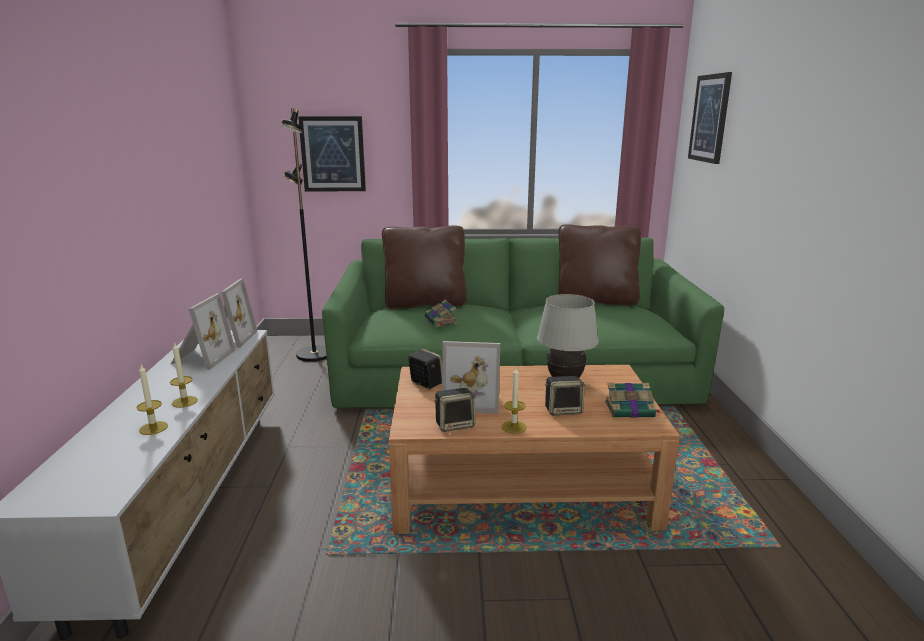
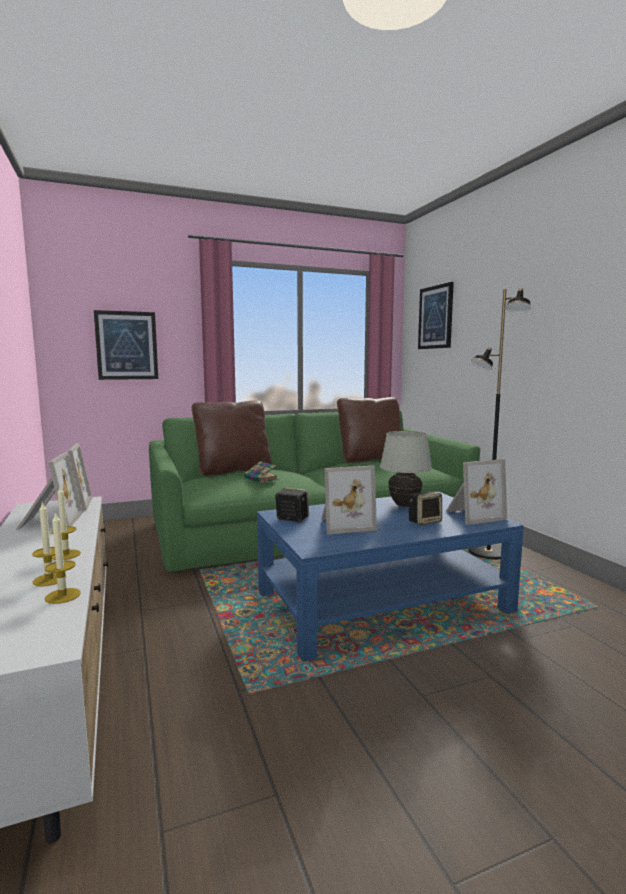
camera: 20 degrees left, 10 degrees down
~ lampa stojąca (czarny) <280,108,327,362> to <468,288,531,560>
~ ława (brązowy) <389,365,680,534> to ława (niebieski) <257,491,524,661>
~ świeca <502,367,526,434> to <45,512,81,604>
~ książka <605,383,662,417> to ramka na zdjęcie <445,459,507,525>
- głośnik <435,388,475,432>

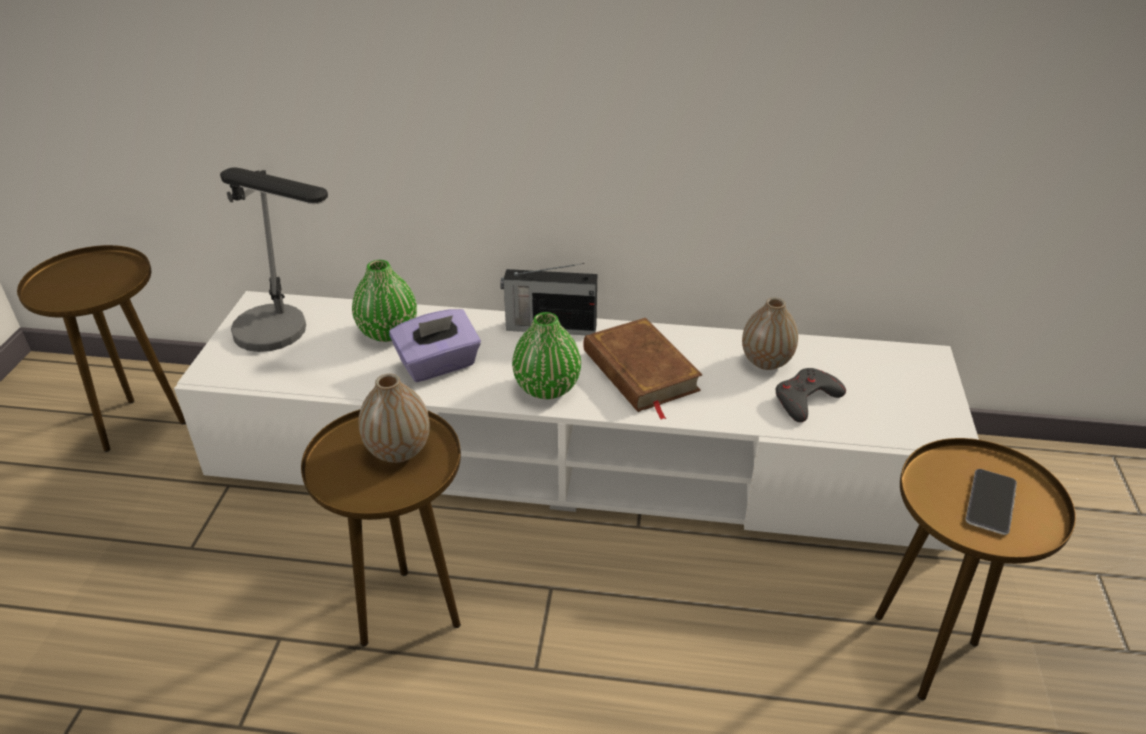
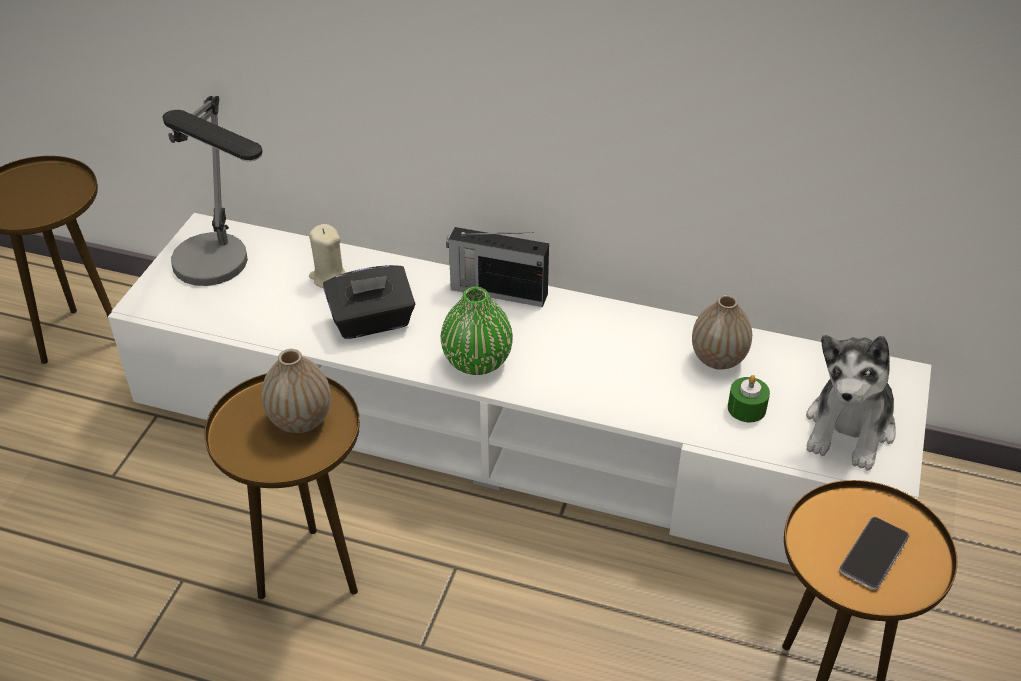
camera: 10 degrees right, 5 degrees up
~ wazon (zielony) <352,260,417,342> to świeca (beżowy) <309,224,346,288>
~ pudełko chusteczek (fioletowy) <389,309,481,382> to pudełko chusteczek (czarny) <323,265,415,339>
- książka (brązowy) <583,318,702,420>
~ pad do gier (szary) <775,368,846,422> to świeca (zielony) <728,375,770,422>
+ pluszak <806,335,896,471>

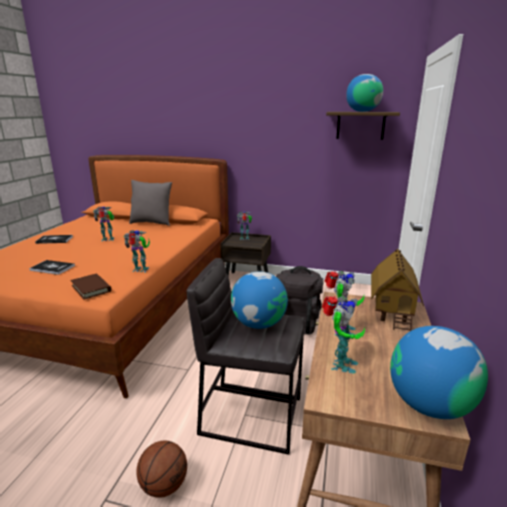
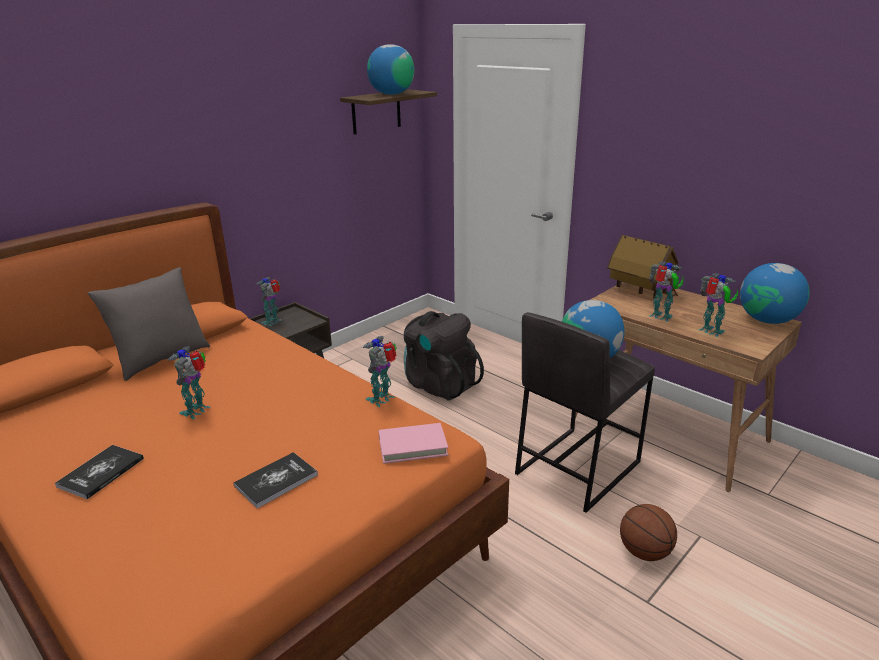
camera: 60 degrees left, 5 degrees up
~ książka (brązowy) <70,274,112,300> to książka (różowy) <379,423,448,464>

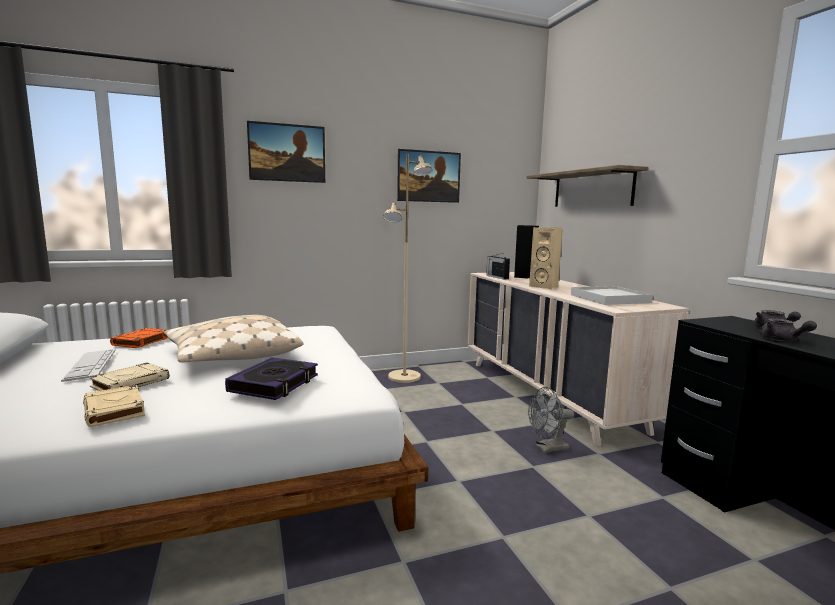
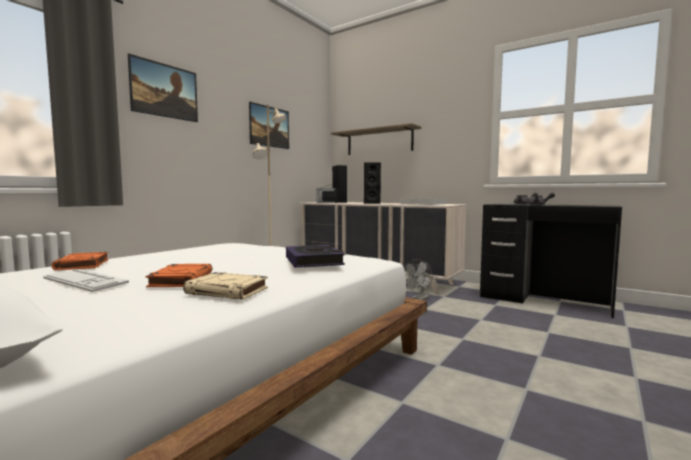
camera: 35 degrees left, 5 degrees down
~ głośnik (beżowy) <529,227,563,289> to głośnik (czarny) <364,162,381,204>
- poduszka (beżowy) <163,315,303,363>
~ książka (beżowy) <89,362,169,391> to książka (pomarańczowy) <146,264,212,287>

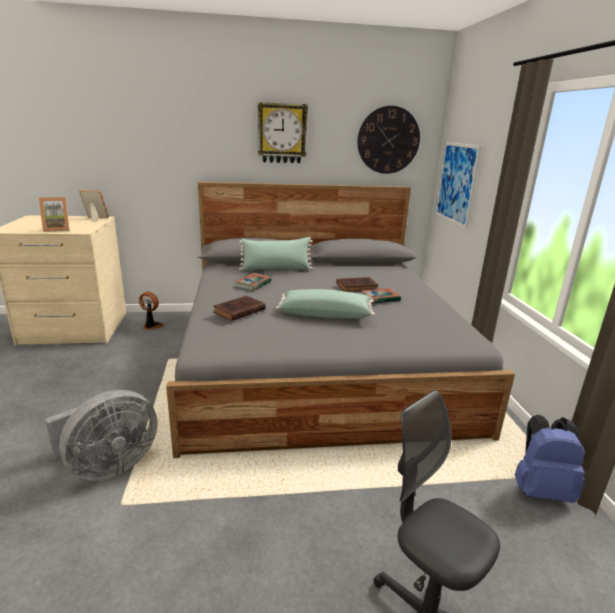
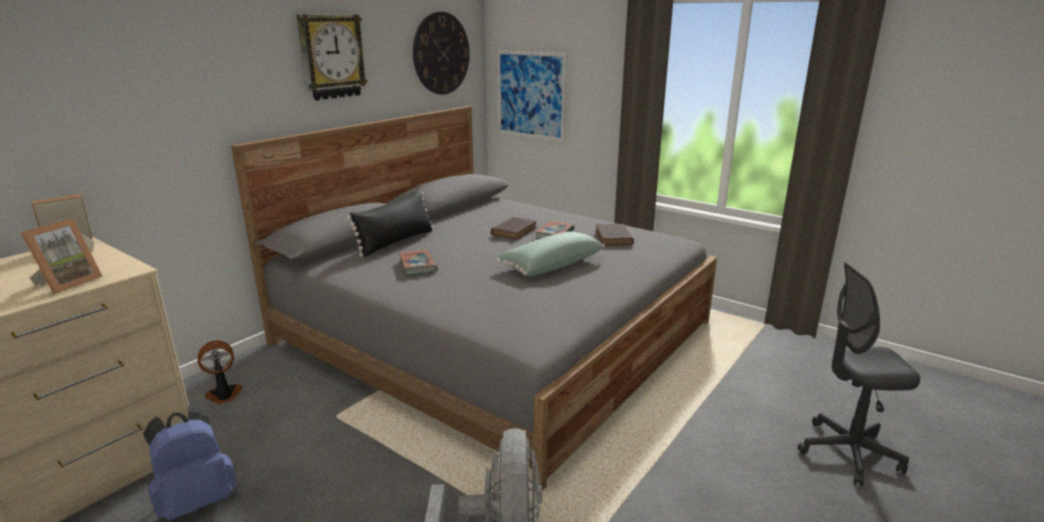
camera: 45 degrees left, 0 degrees up
~ poduszka (zielony) <239,237,313,271> to poduszka (czarny) <347,189,433,257>
~ książka (brązowy) <213,296,265,321> to <595,224,634,246>
~ plecak (niebieski) <515,415,585,503> to <143,405,237,521>

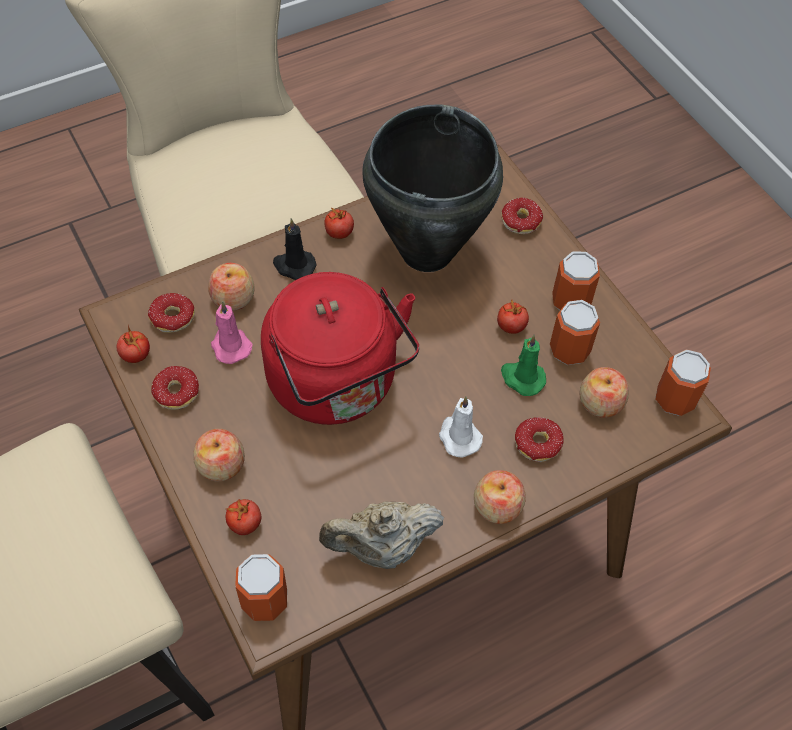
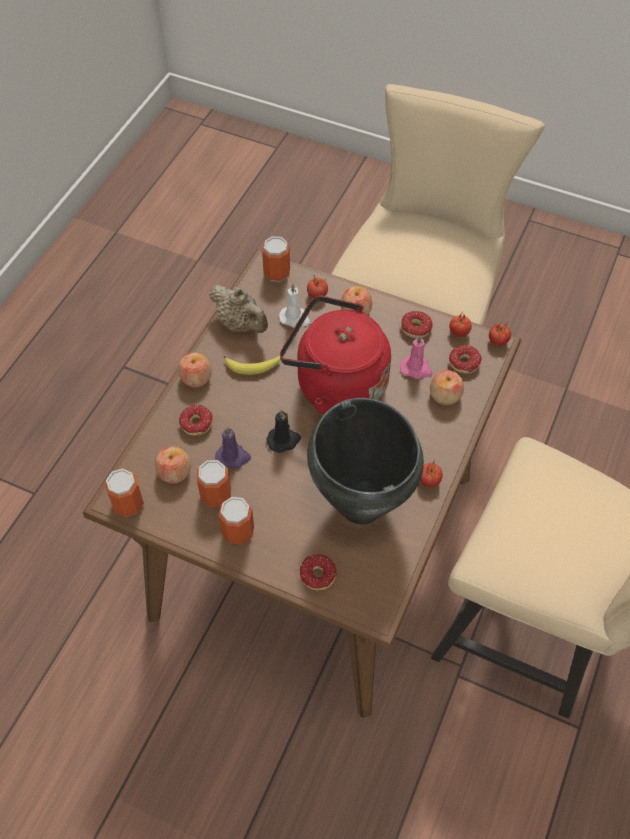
camera: 145 degrees right, 0 degrees up
~ świeca (czarny) <273,218,317,280> to <267,409,301,453>
~ pomidor <497,300,529,334> to <489,322,511,346>
~ świeca (zielony) <501,335,546,396> to świeca (fioletowy) <215,426,251,469>
~ świeca (biały) <439,396,483,458> to <279,284,310,328>
~ imbryk (beżowy) <319,502,444,569> = <209,285,268,333> 90 degrees clockwise
+ banan <224,355,280,375>

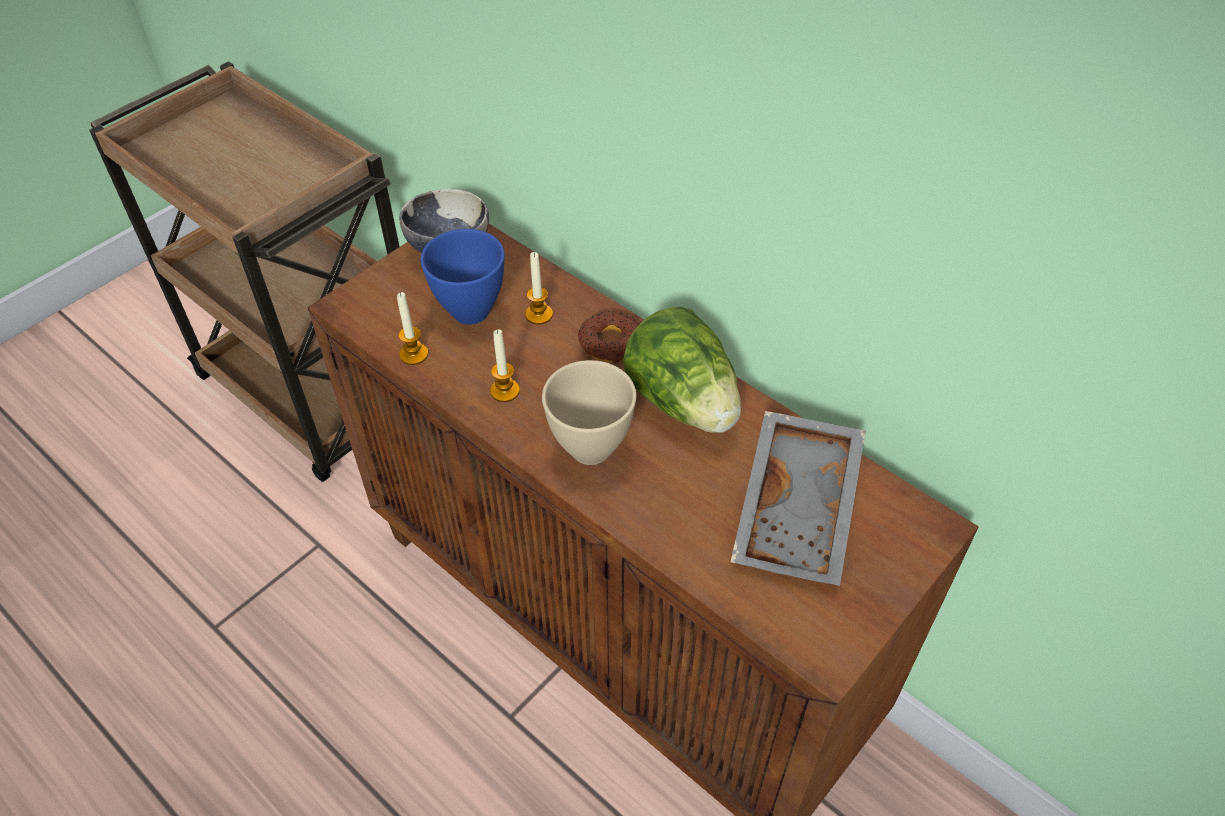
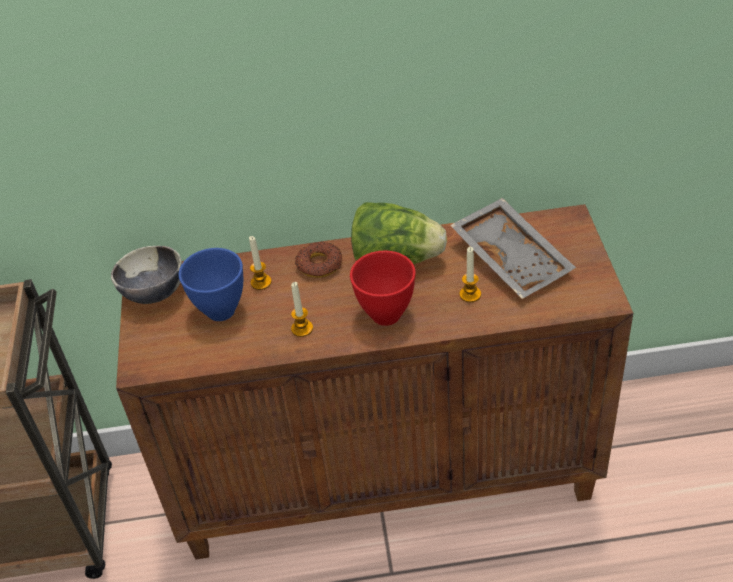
camera: 45 degrees left, 5 degrees down
~ świeca <397,292,428,365> to <459,247,481,302>
~ miska (beżowy) <542,360,636,465> to miska (czerwony) <350,251,416,326>

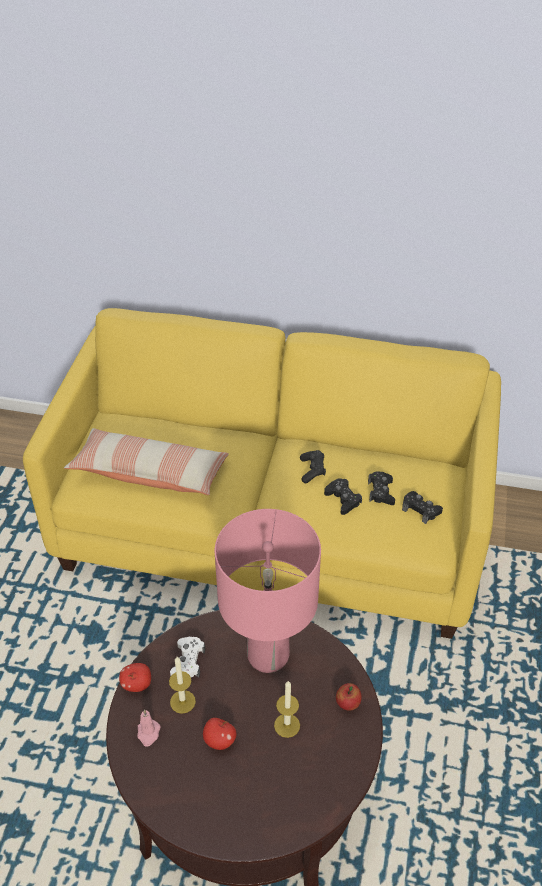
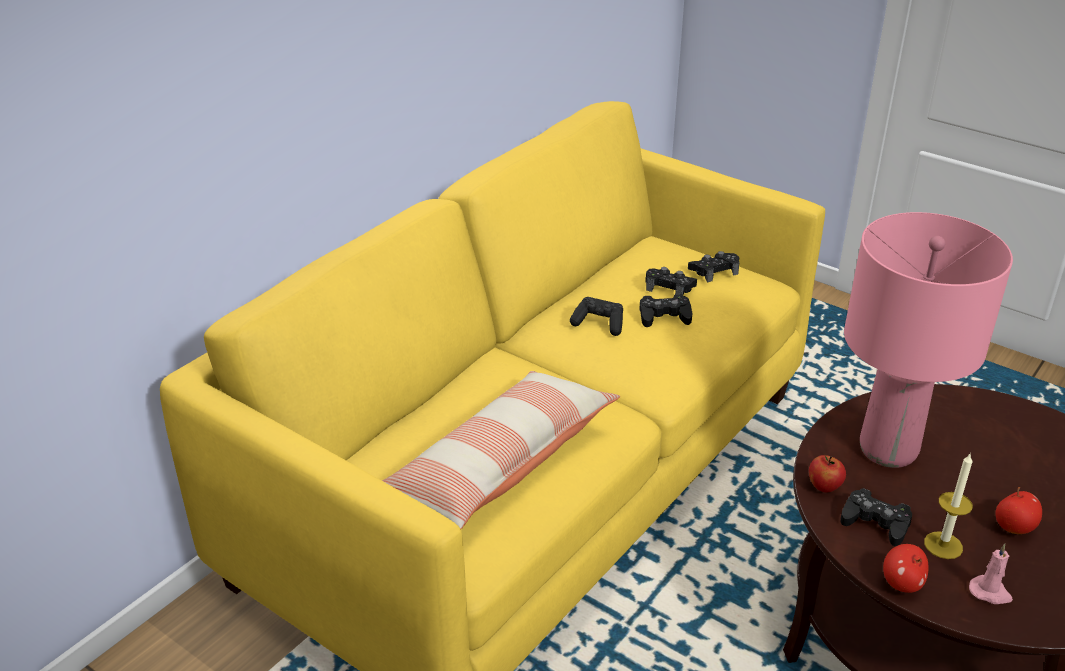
camera: 65 degrees left, 10 degrees down
~ pad do gier (biały) <170,637,205,678> to pad do gier (czarny) <840,488,912,546>
- świeca <274,681,300,738>
~ jabłko <336,683,362,711> to <809,455,846,493>

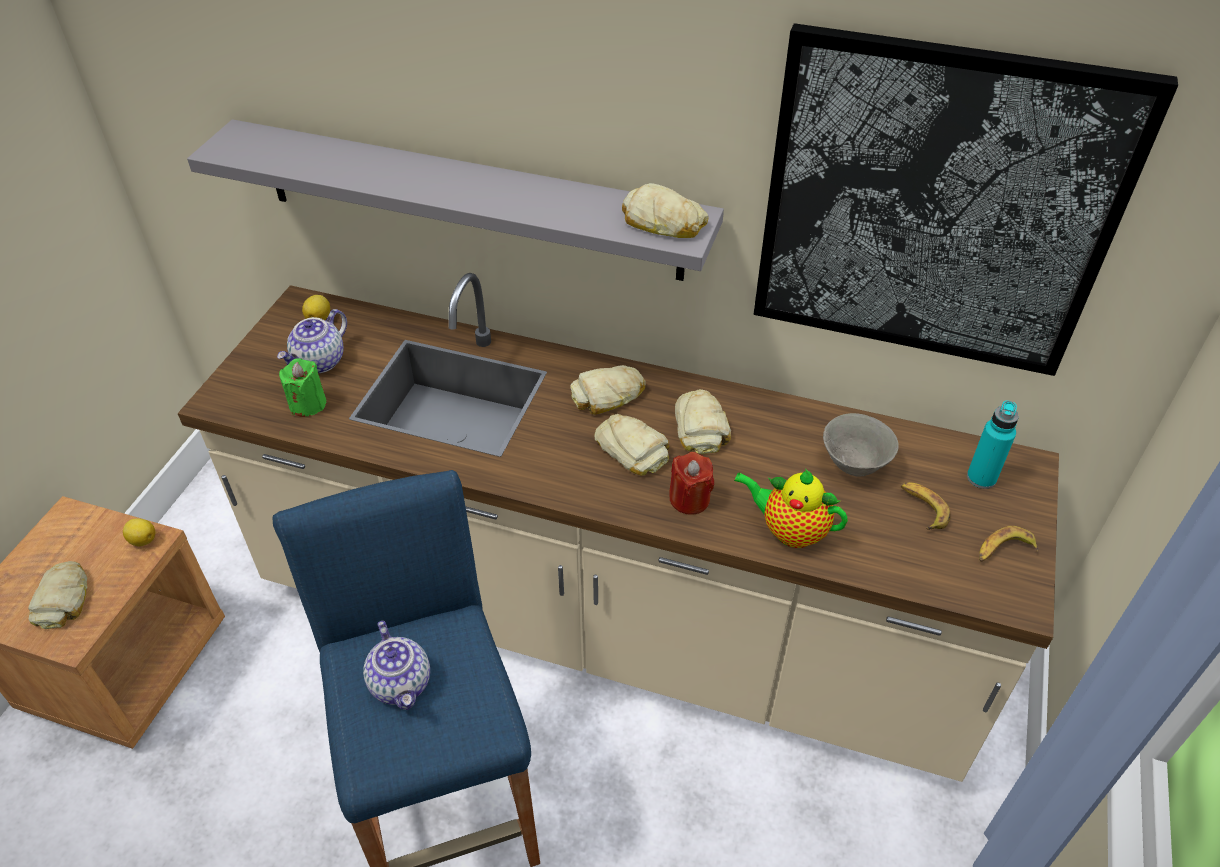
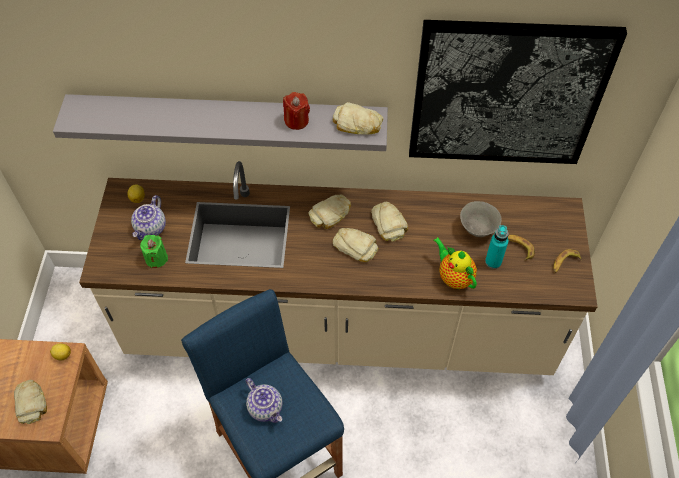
camera: 15 degrees left, 10 degrees up
~ butelka (turkusowy) <967,400,1019,489> to <485,225,509,269>
~ świeca (czerwony) <669,452,714,515> to <283,92,310,130>
~ imbryk <734,469,848,548> = <434,237,477,289> 45 degrees clockwise

